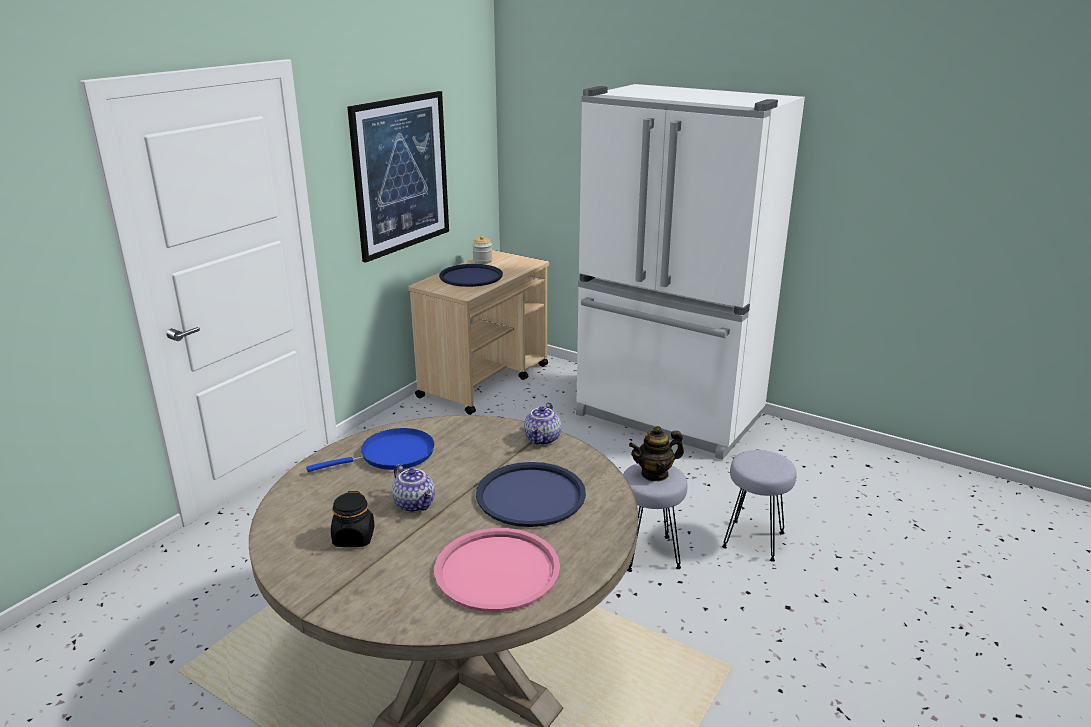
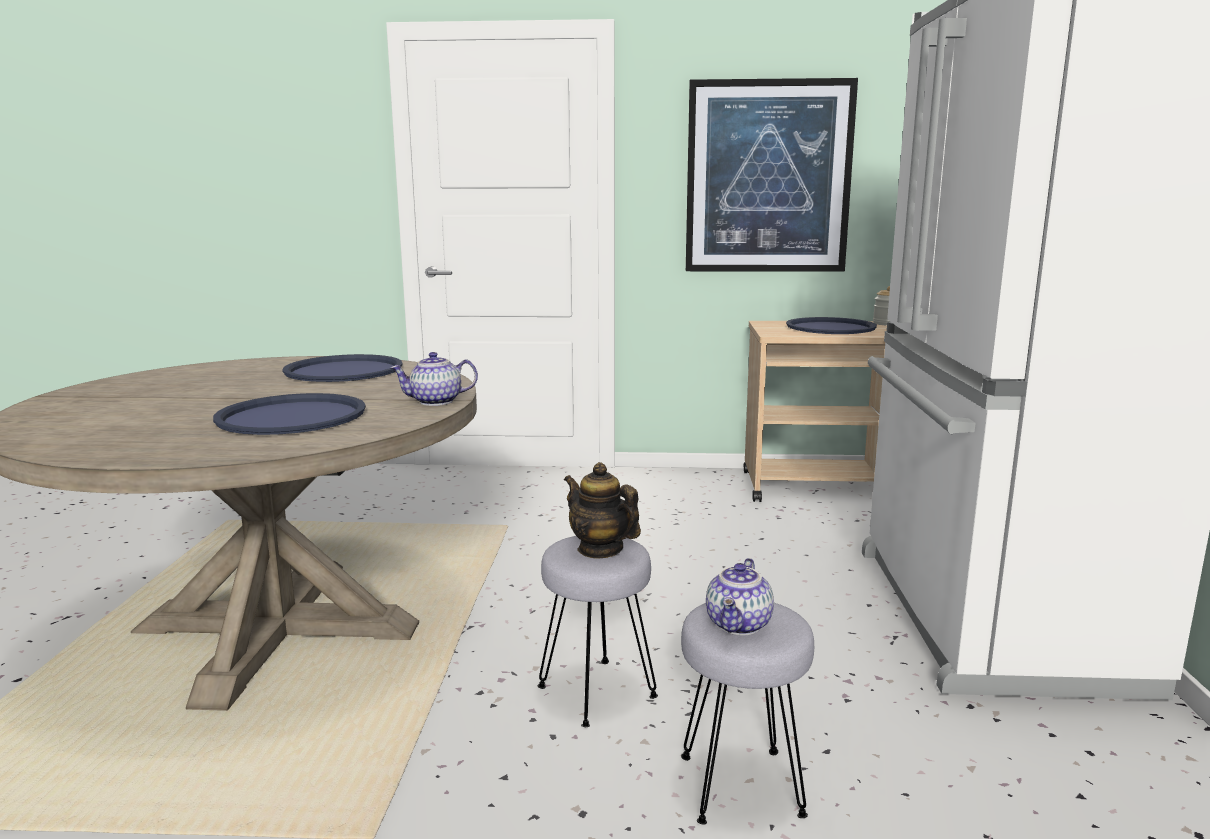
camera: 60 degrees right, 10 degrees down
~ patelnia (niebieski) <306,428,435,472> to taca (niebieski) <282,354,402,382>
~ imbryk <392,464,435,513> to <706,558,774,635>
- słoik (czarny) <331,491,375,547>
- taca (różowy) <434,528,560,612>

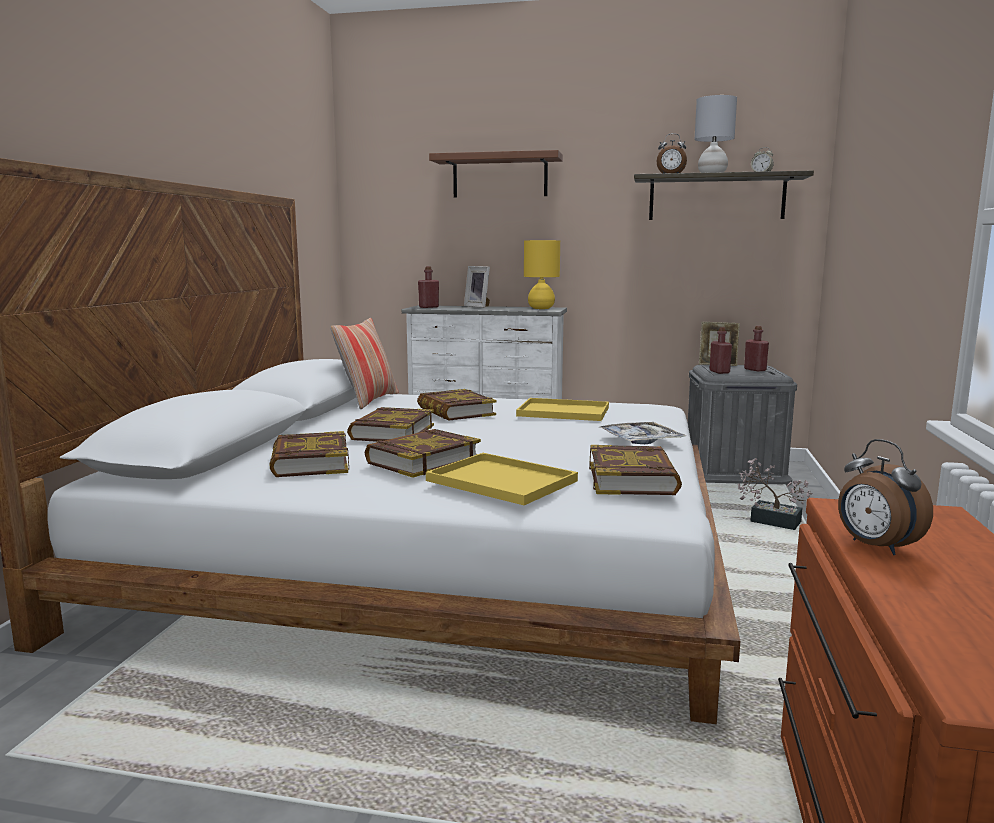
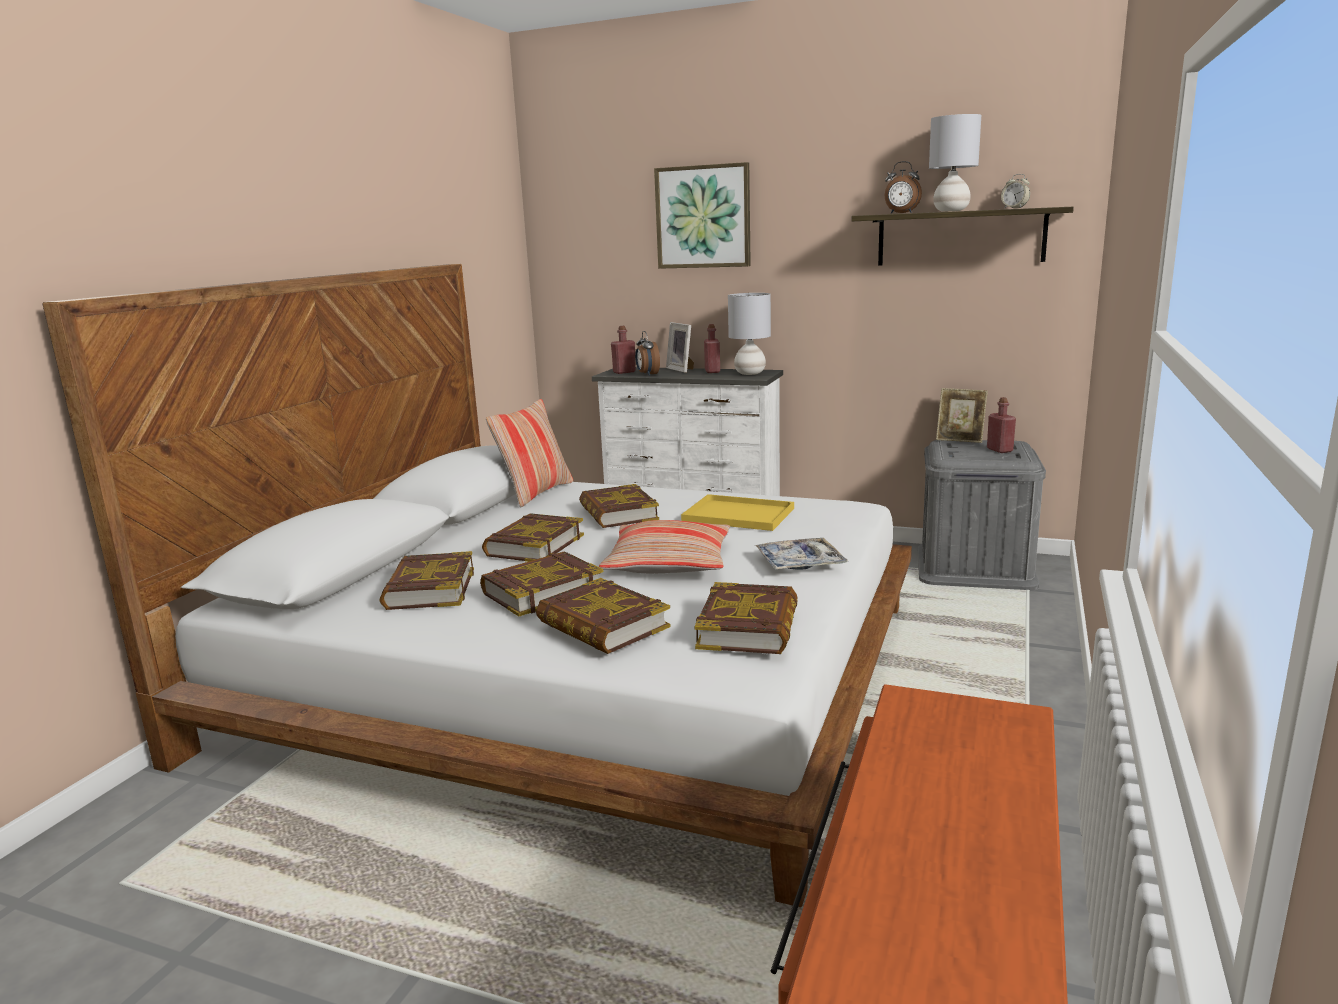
camera: 10 degrees right, 5 degrees up
~ półka (brązowy) <429,150,563,198> to obraz <654,162,751,269>
~ lampa stołowa (żółty) <524,240,560,309> to lampa stołowa (szary) <728,293,771,375>
~ butelka (czerwony) <709,327,732,374> to <704,324,720,373>
~ budzik <838,439,933,555> to <635,331,660,376>
~ taca (żółty) <426,453,578,505> to książka <536,578,671,654>
- roślina doniczkowa <738,458,813,530>
+ poduszka <599,520,730,574>

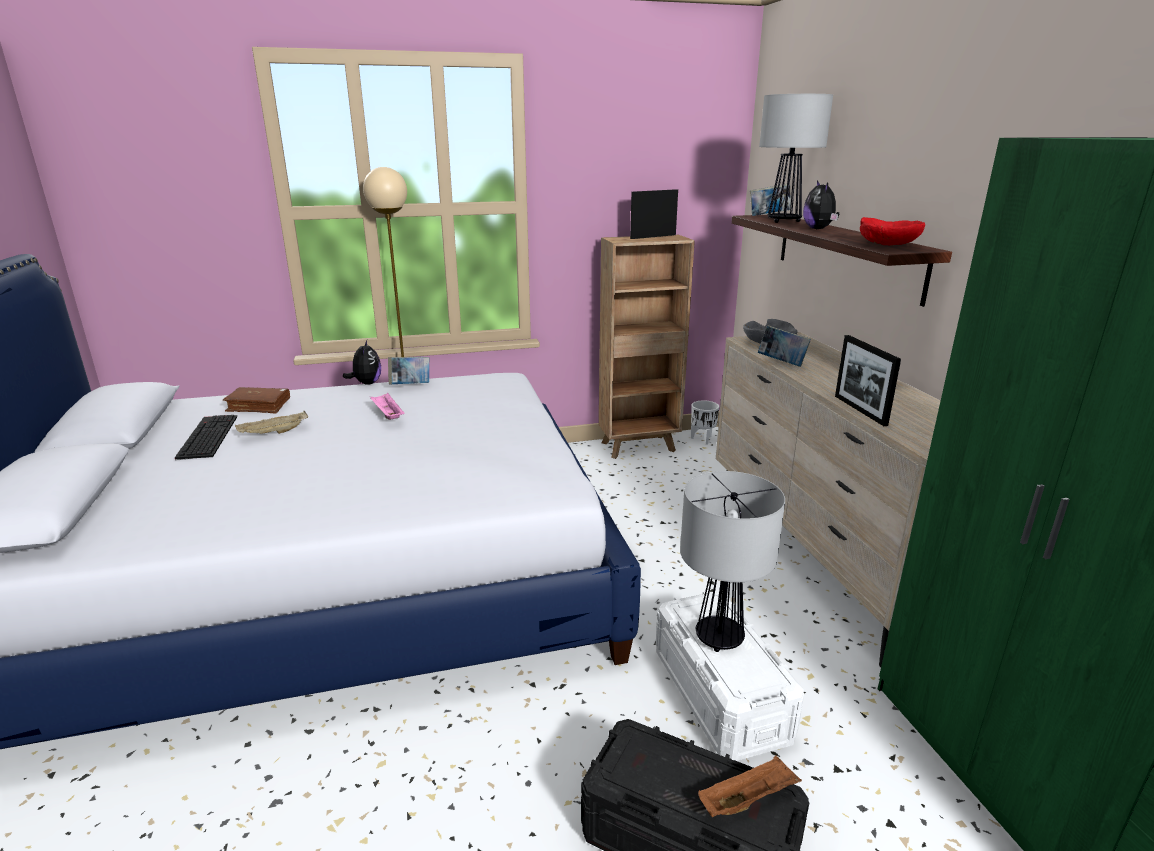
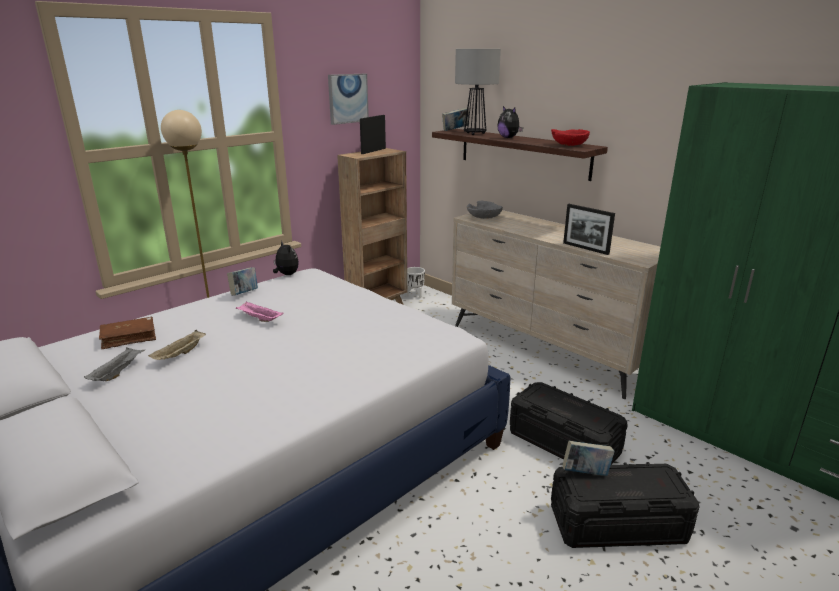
camera: 30 degrees left, 0 degrees up
~ książka <758,325,811,367> to <562,441,615,476>
~ pluszak <343,340,381,385> to <273,241,299,275>
~ klawiatura <175,415,237,460> to taca (szary) <84,347,145,381>
- lampa stołowa <680,471,785,652>
~ pojemnik do przechowywania (biały) <656,591,804,761> to pojemnik do przechowywania (czarny) <510,382,628,465>
- taca (brązowy) <698,755,802,817>
+ obraz <328,74,369,125>

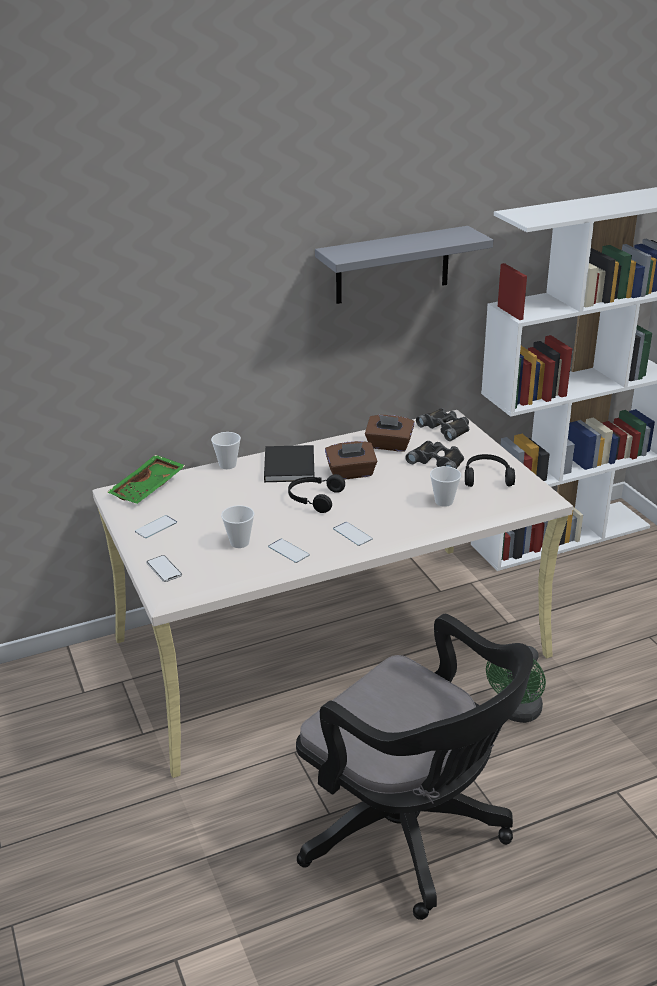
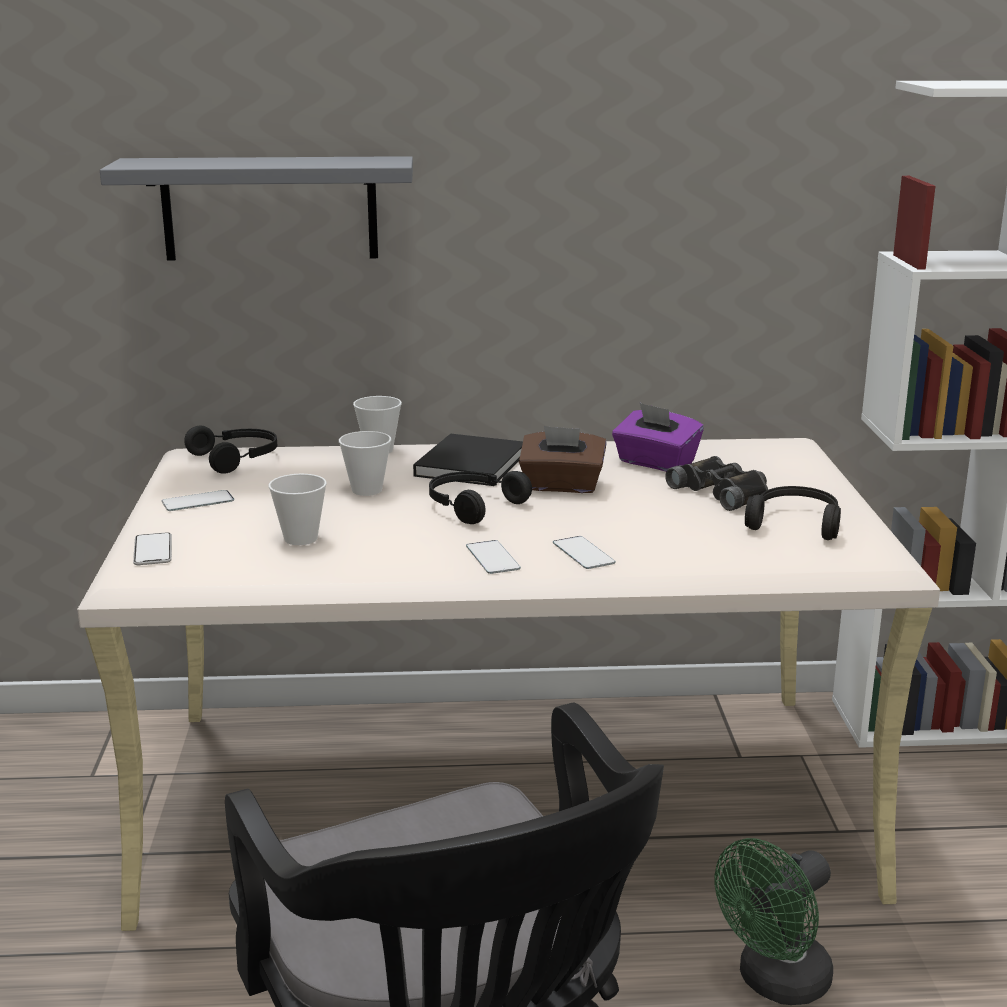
camera: 20 degrees right, 10 degrees down
~ półka (szary) <315,226,493,304> to <100,156,413,261>
- lornetka (czarny) <416,408,469,441>
~ pudełko chusteczek (brązowy) <365,415,415,452> to pudełko chusteczek (fioletowy) <612,403,704,472>
~ taca (zielony) <107,455,186,504> to słuchawki (czarny) <184,426,277,474>
~ filiżanka <430,466,461,507> to <339,431,391,496>
~ telefon <268,539,310,563> to <553,536,616,569>

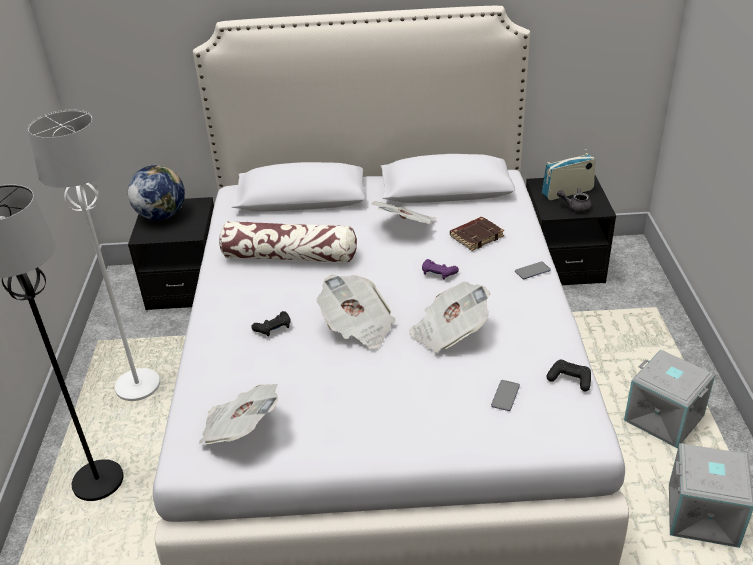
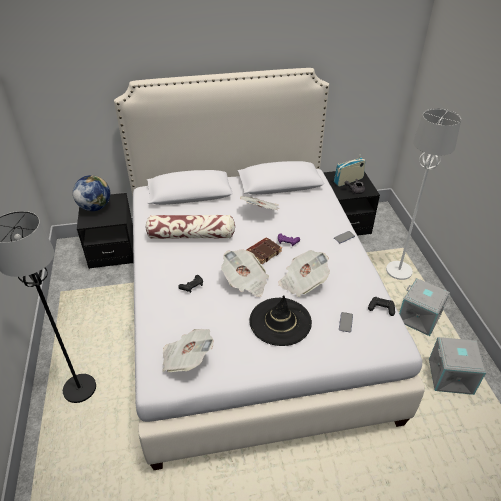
camera: 10 degrees left, 5 degrees up
~ lampa stojąca (biały) <28,110,160,401> to <386,108,461,280>
~ książka (brązowy) <450,217,504,251> to <246,237,282,264>
+ kapelusz (czarny) <249,295,312,346>

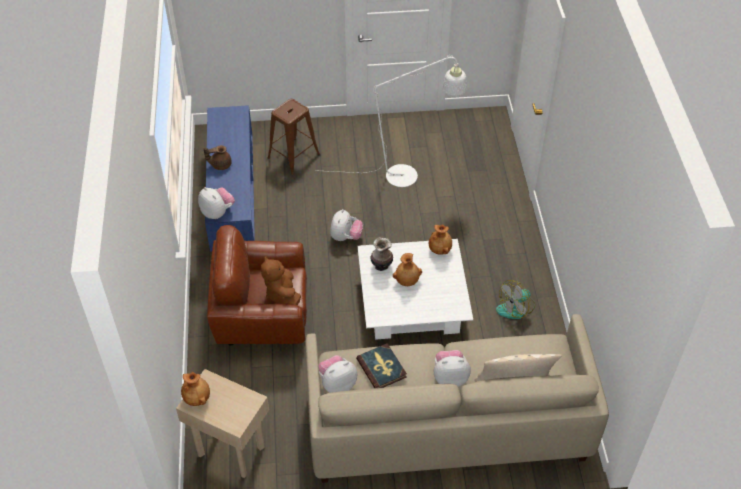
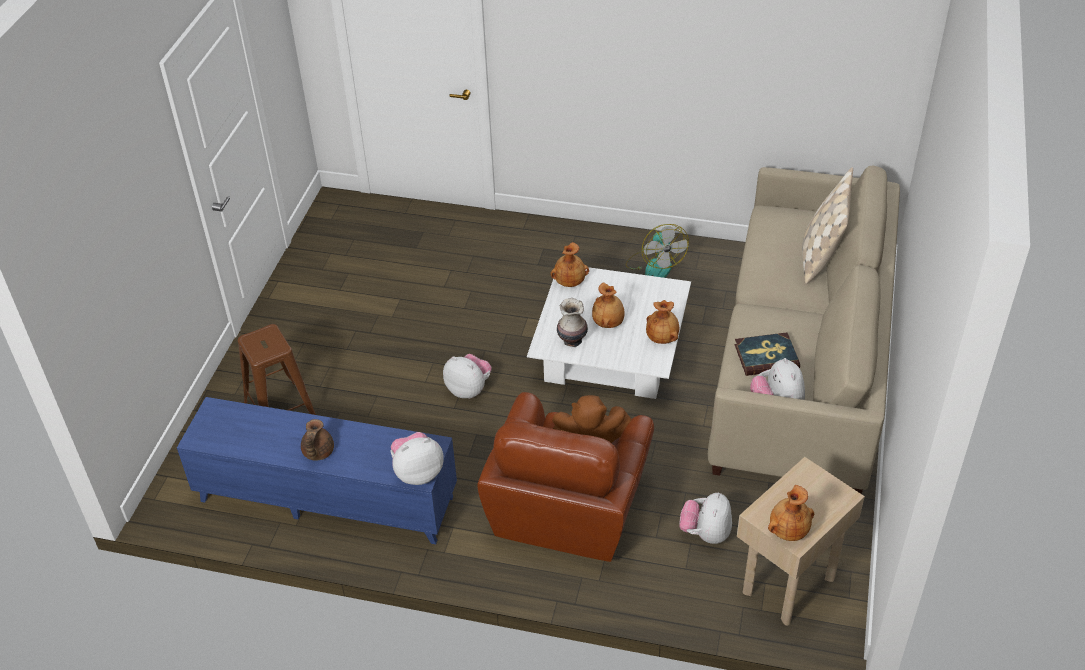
camera: 70 degrees left, 5 degrees down
- lampa stojąca (biały) <315,55,467,187>
~ pluszak <434,350,471,387> to <679,493,732,544>
+ wazon (brązowy) <646,300,679,344>

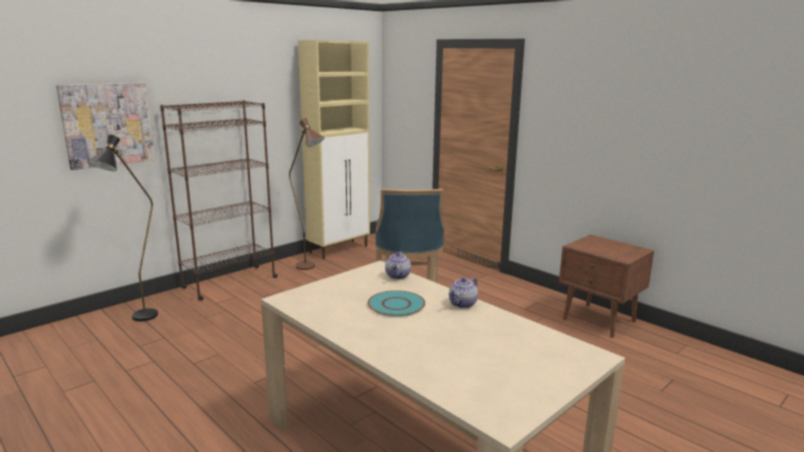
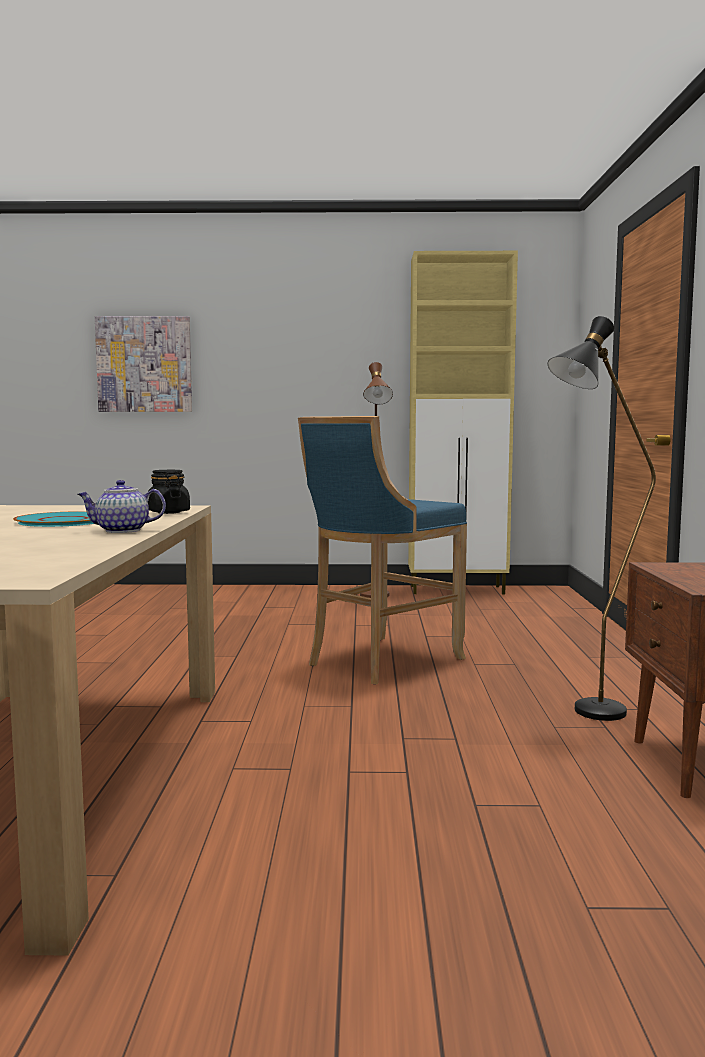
camera: 45 degrees right, 10 degrees down
- regał (brązowy) <160,100,278,301>
~ lampa stojąca (czarny) <88,135,158,321> to <548,316,656,721>
~ imbryk <385,251,411,279> to słoik (czarny) <148,470,190,514>

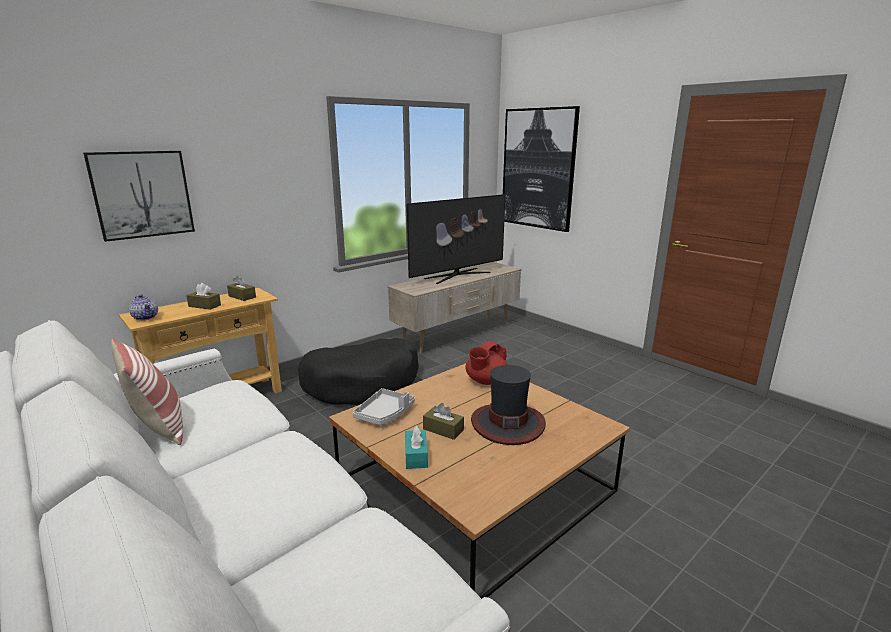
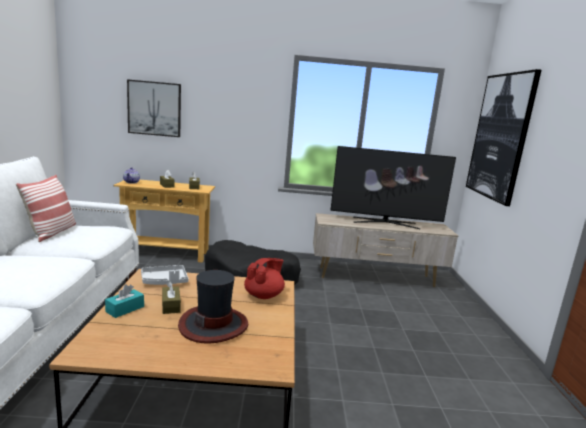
camera: 40 degrees right, 5 degrees down
~ imbryk (czerwony) <465,341,508,385> = <244,258,285,299> 135 degrees clockwise

